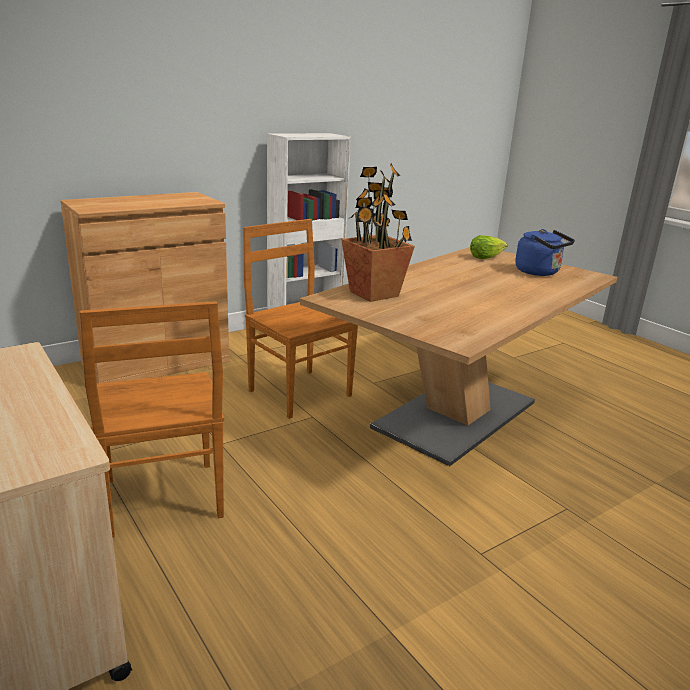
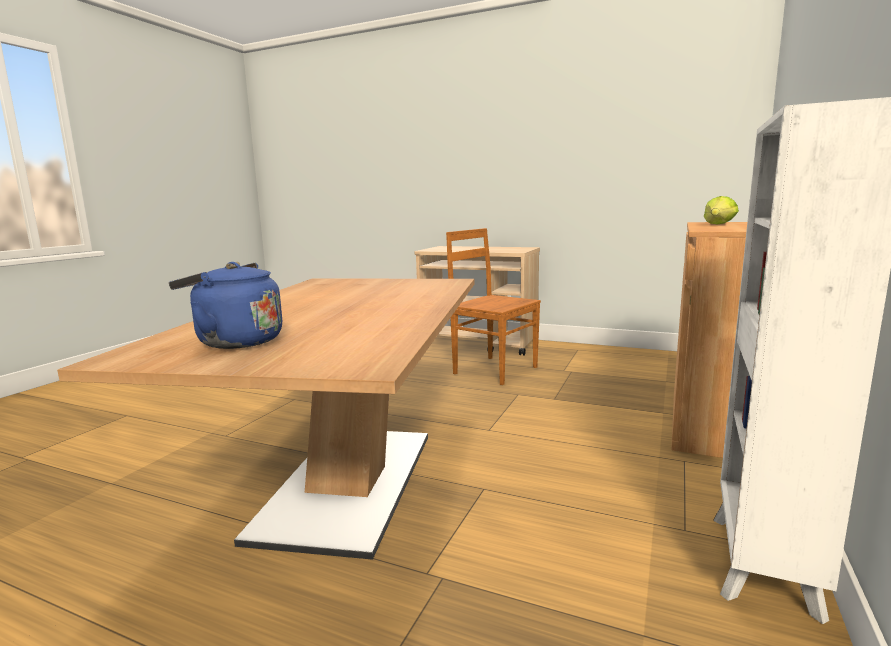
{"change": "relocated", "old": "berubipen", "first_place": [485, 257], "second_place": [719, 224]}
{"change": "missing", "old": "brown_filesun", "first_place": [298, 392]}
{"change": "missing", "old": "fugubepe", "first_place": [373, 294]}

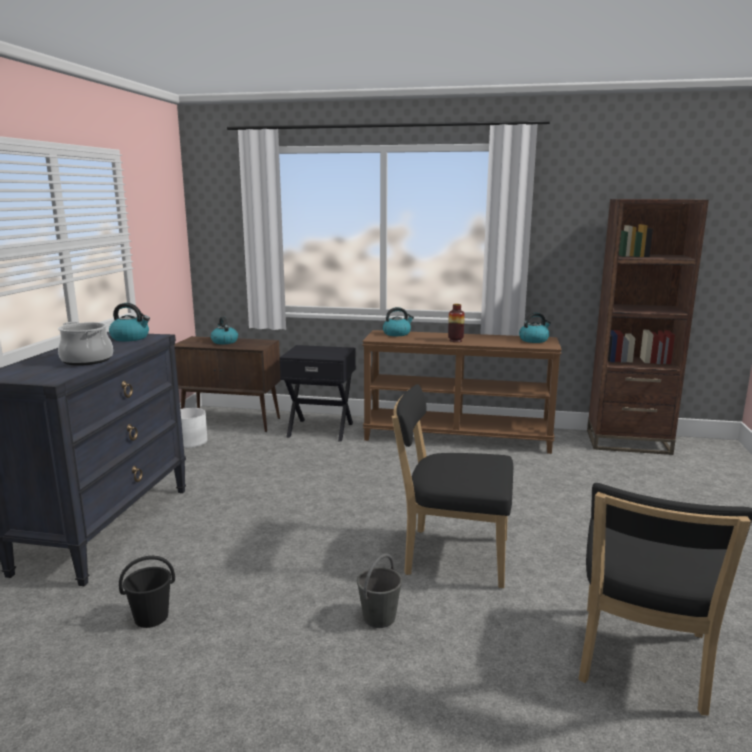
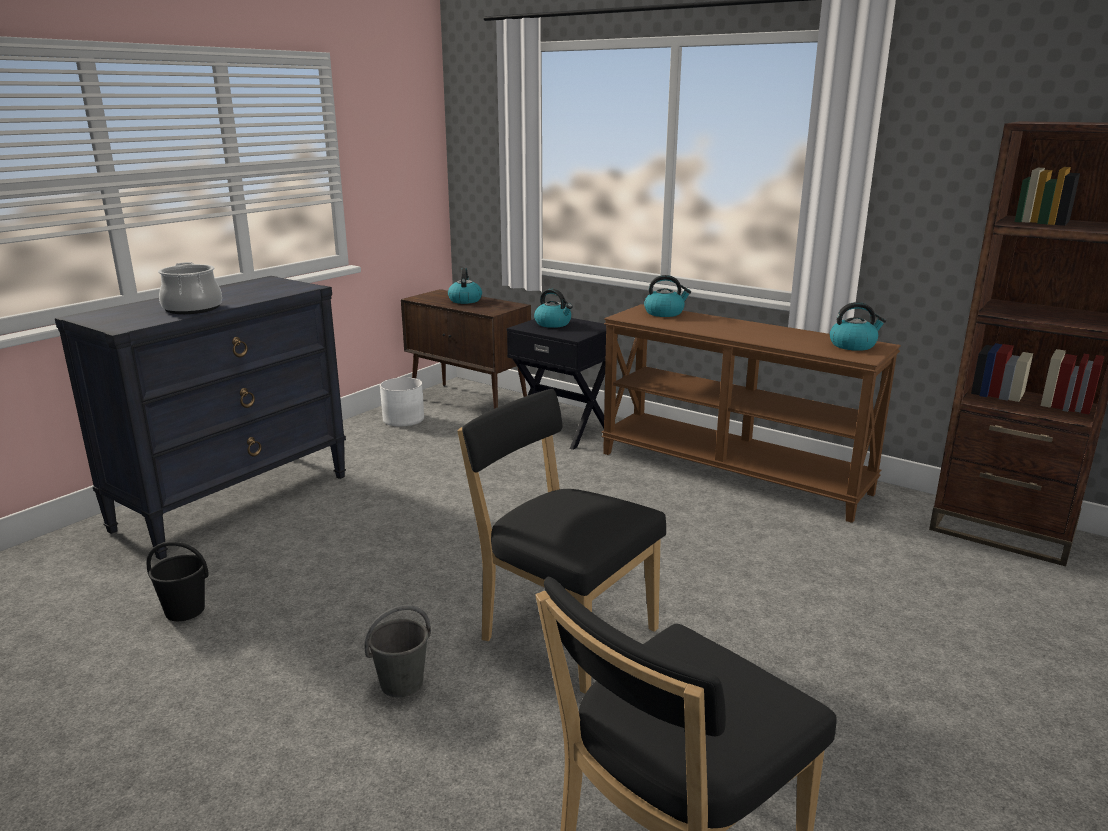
{"change": "relocated", "old": "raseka", "first_place": [131, 338], "second_place": [553, 324]}
{"change": "missing", "old": "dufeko", "first_place": [455, 340]}

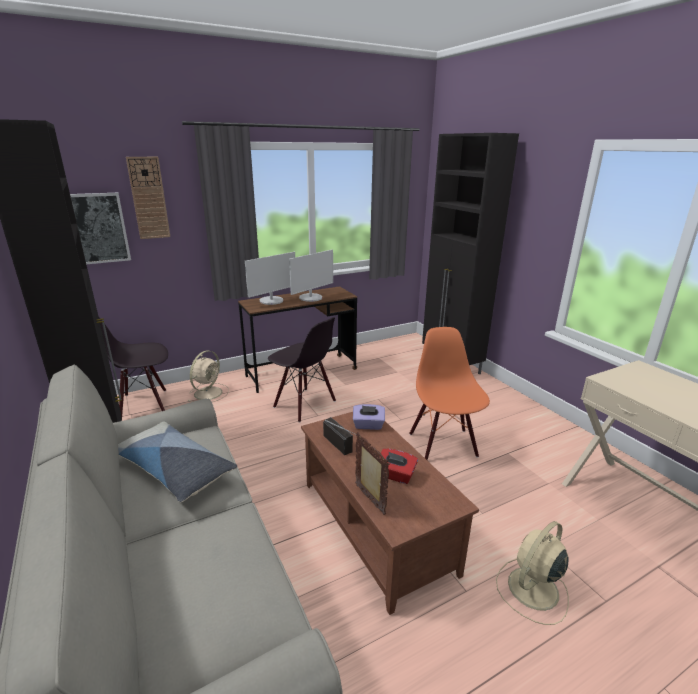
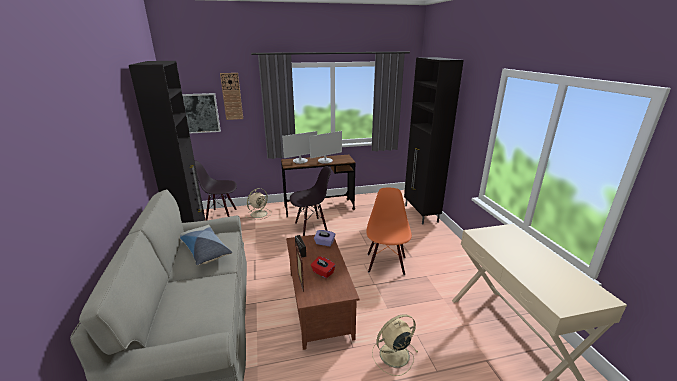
{"change": "spun", "old": "black_filesun", "first_place": [304, 404], "second_place": [311, 228], "degrees": -75}

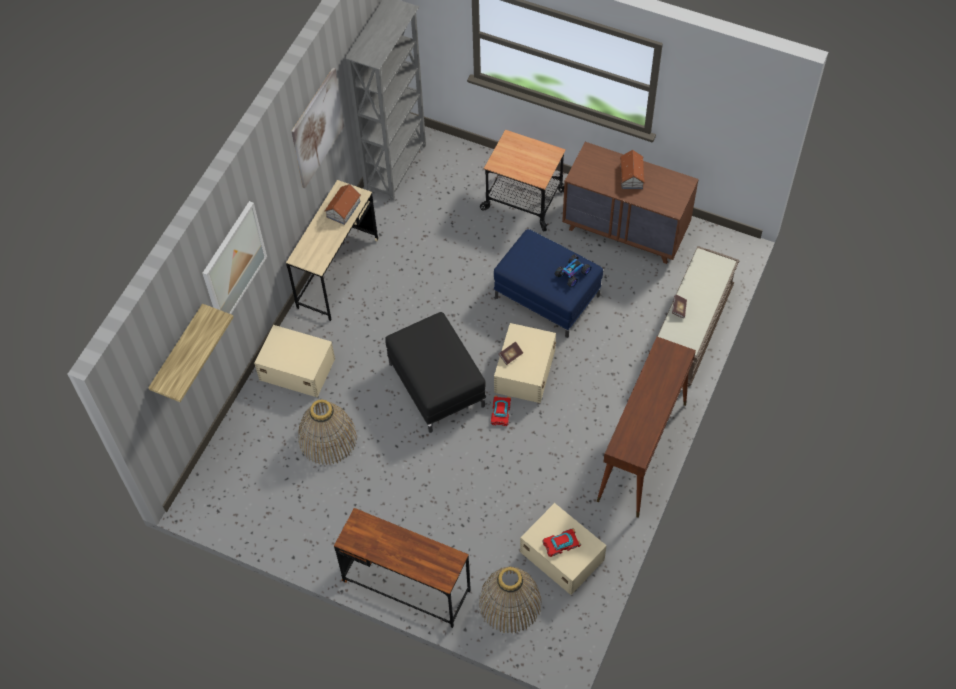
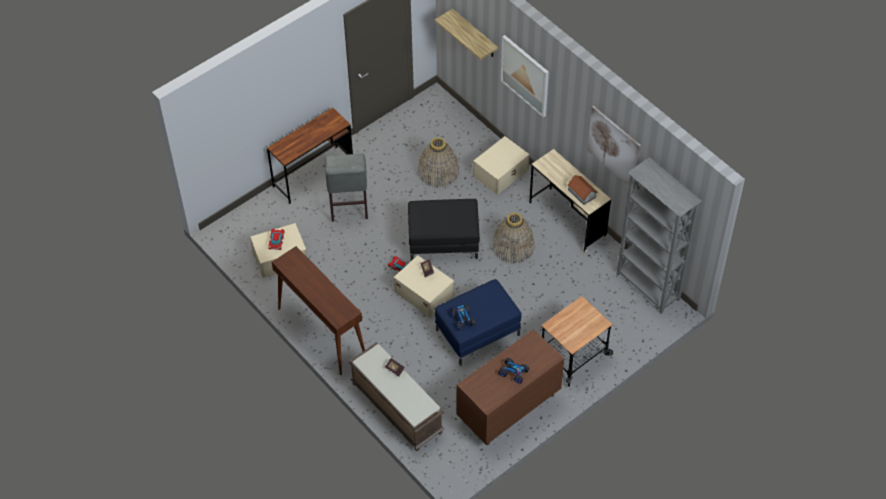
{"change": "appeared", "new": "grey_filesun", "second_place": [348, 206]}
{"change": "relocated", "old": "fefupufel", "first_place": [510, 603], "second_place": [513, 246]}
{"change": "exchanged", "old": "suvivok", "new": "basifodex", "first_place": [631, 176], "second_place": [513, 372]}

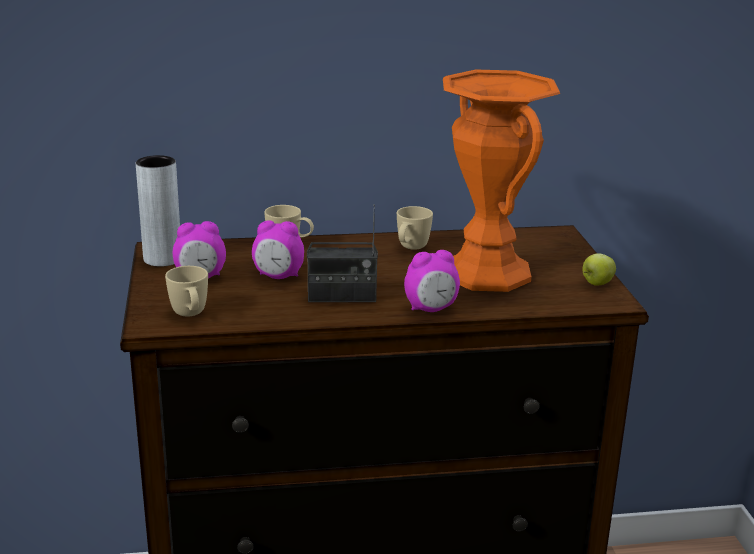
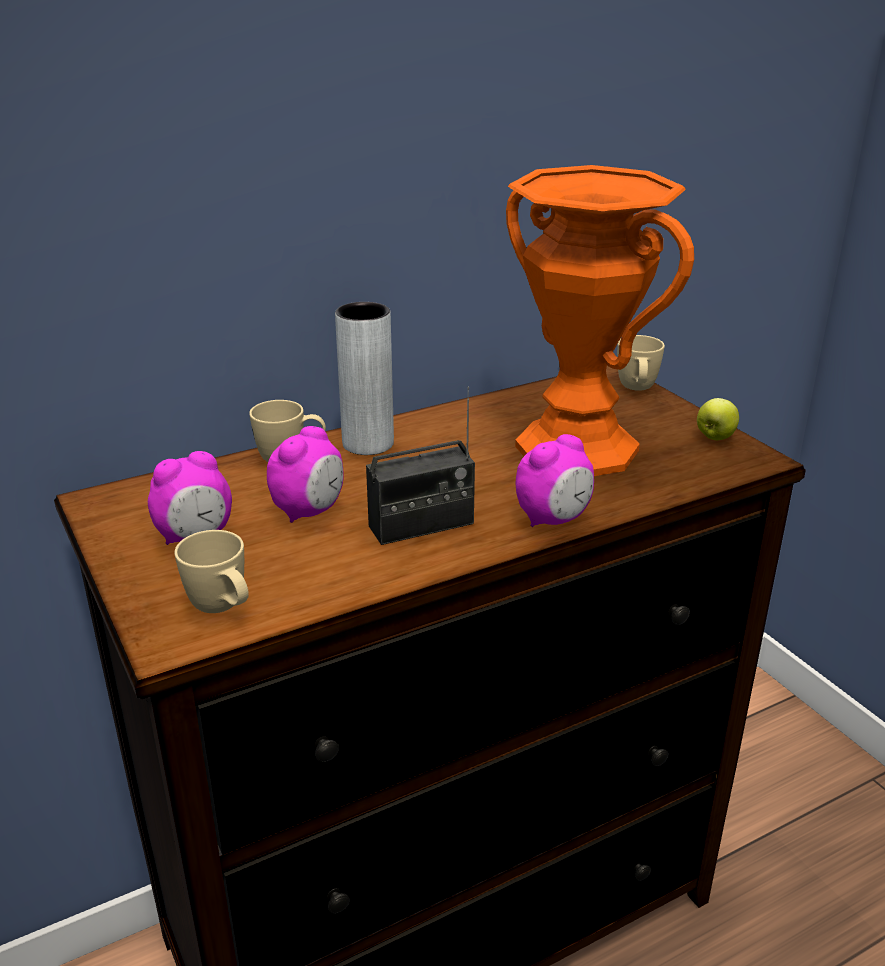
{"change": "spun", "old": "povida", "first_place": [278, 276], "second_place": [309, 511], "degrees": -45}
{"change": "relocated", "old": "grey_dufeko", "first_place": [162, 259], "second_place": [368, 443]}
{"change": "relocated", "old": "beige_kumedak", "first_place": [410, 249], "second_place": [637, 390]}

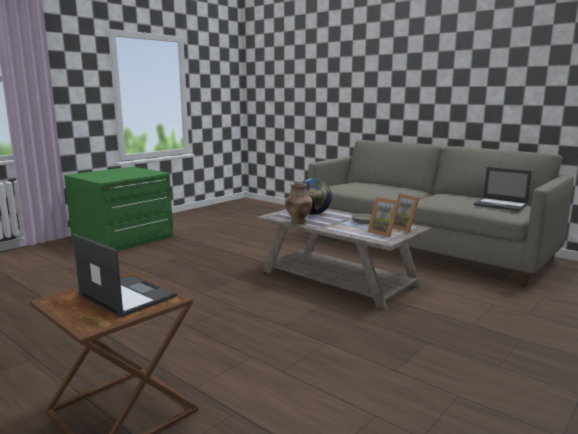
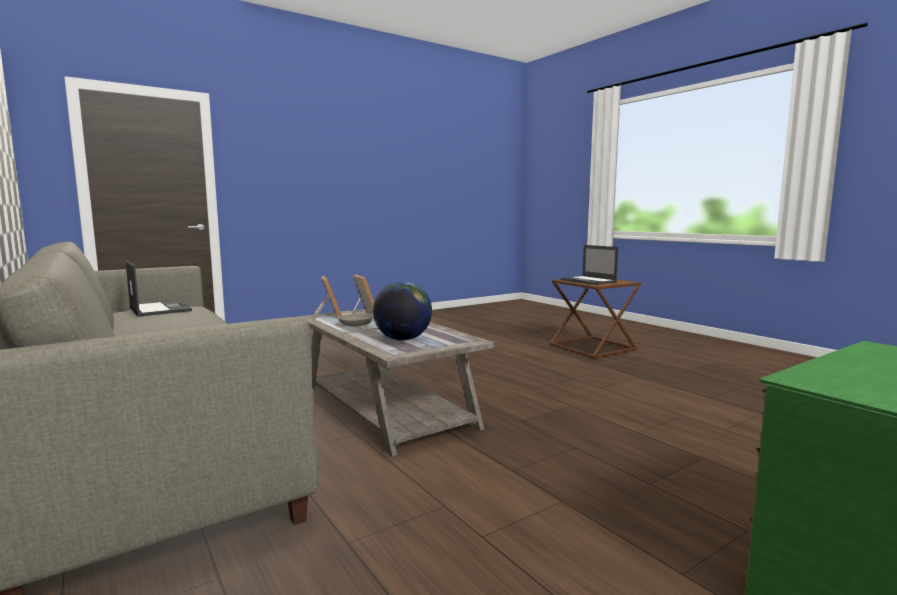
{"change": "missing", "old": "brown_dufeko", "first_place": [298, 222]}

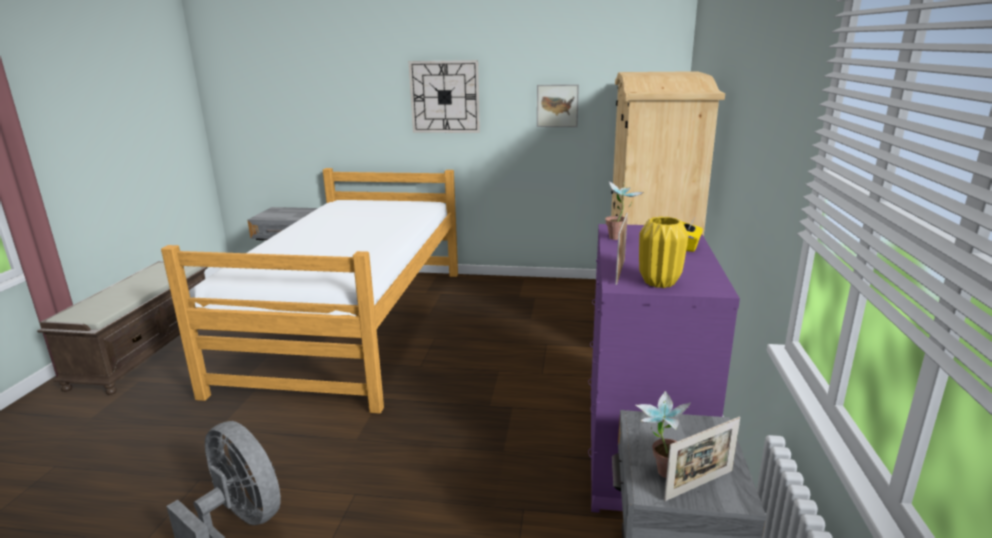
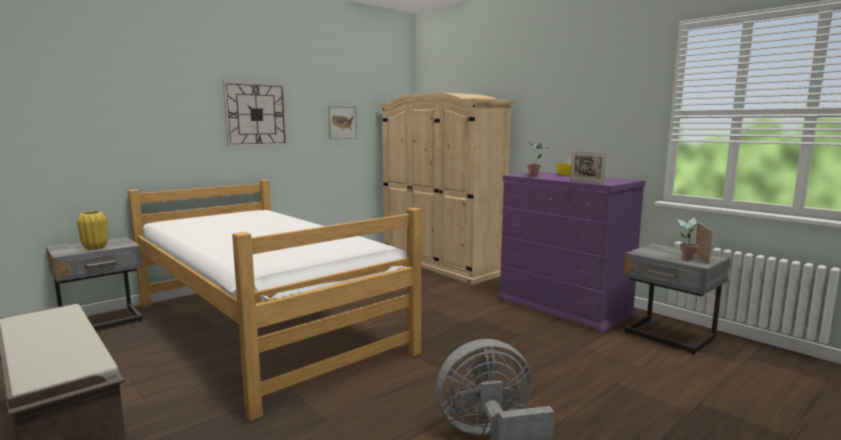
{"change": "relocated", "old": "yellow_dufeko", "first_place": [660, 282], "second_place": [95, 248]}

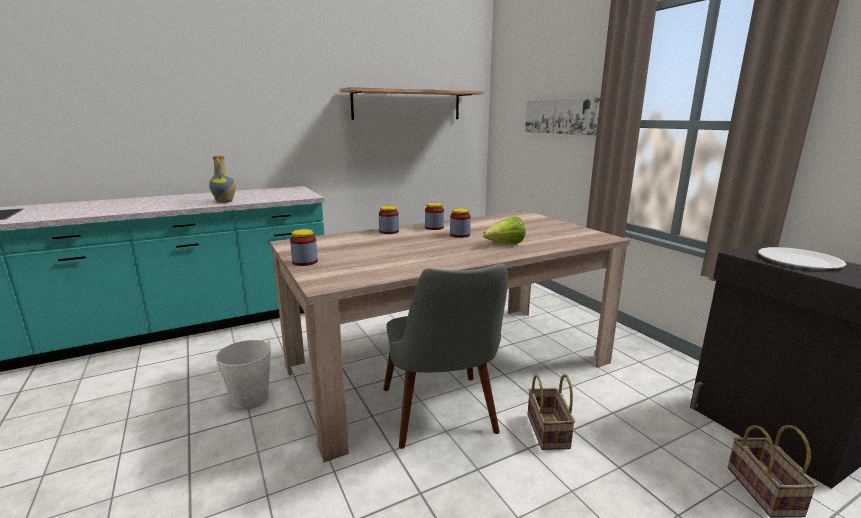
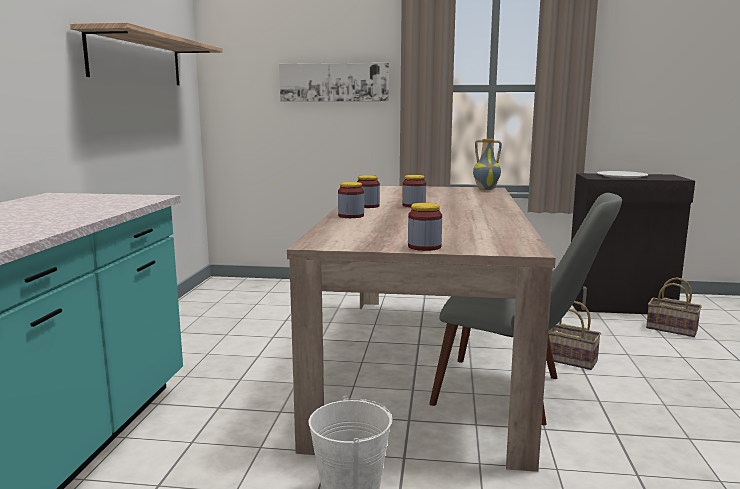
{"change": "relocated", "old": "dufeko", "first_place": [225, 202], "second_place": [486, 189]}
{"change": "missing", "old": "berubipen", "first_place": [505, 244]}

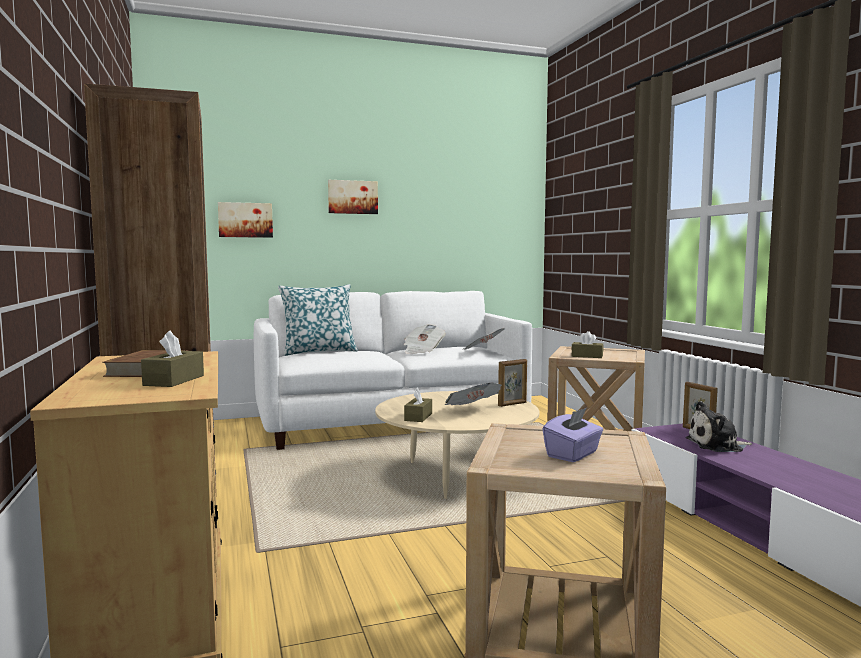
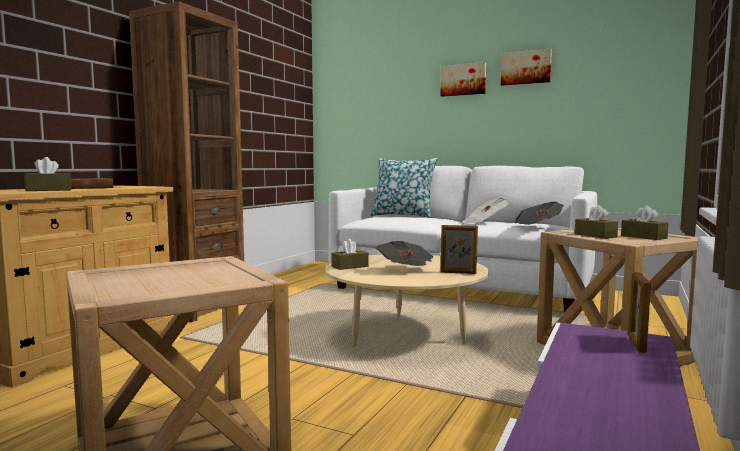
{"change": "relocated", "old": "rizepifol", "first_place": [245, 220], "second_place": [526, 67]}
{"change": "appeared", "new": "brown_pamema", "second_place": [643, 237]}
{"change": "missing", "old": "purple_pamema", "first_place": [573, 454]}
{"change": "missing", "old": "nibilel", "first_place": [717, 445]}

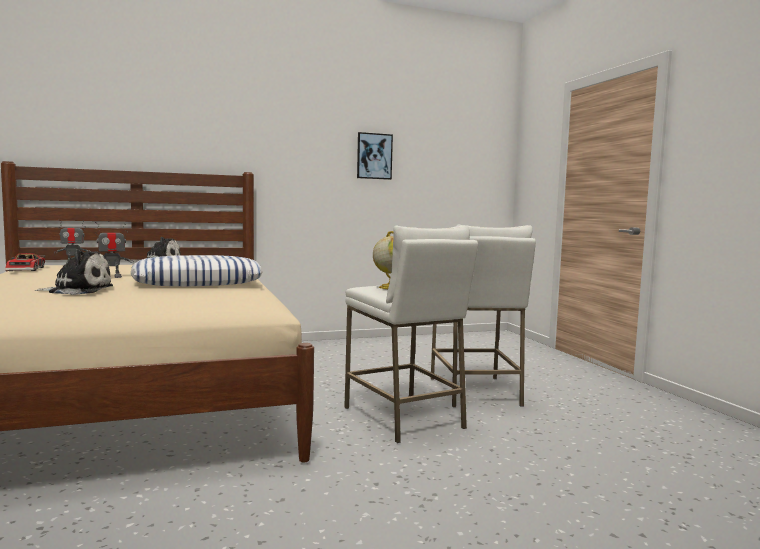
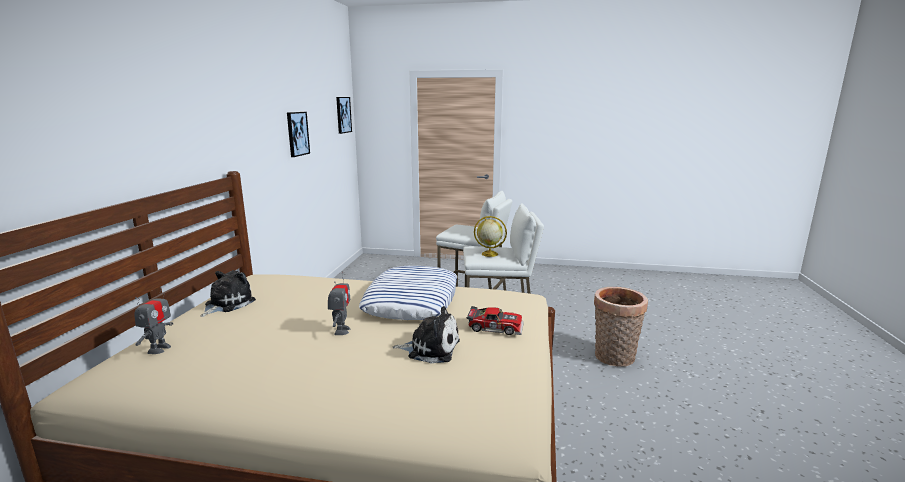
{"change": "appeared", "new": "rizepifol", "second_place": [343, 115]}
{"change": "spun", "old": "nibilel", "first_place": [78, 290], "second_place": [430, 349], "degrees": 75}
{"change": "relocated", "old": "basifodex", "first_place": [28, 269], "second_place": [495, 326]}
{"change": "appeared", "new": "fefupufel", "second_place": [614, 358]}

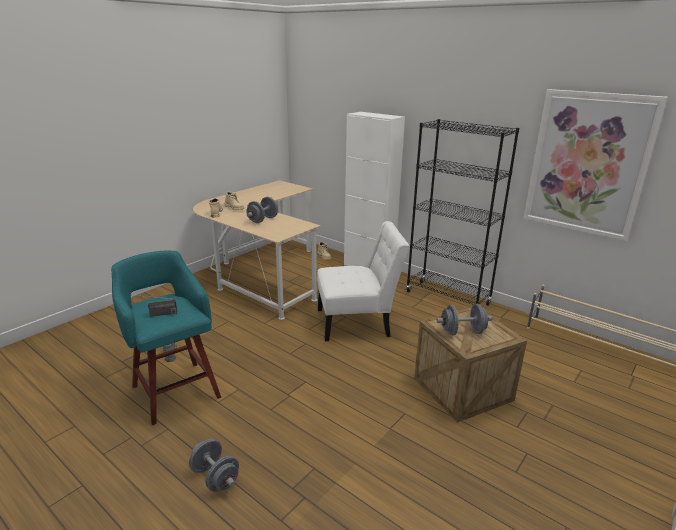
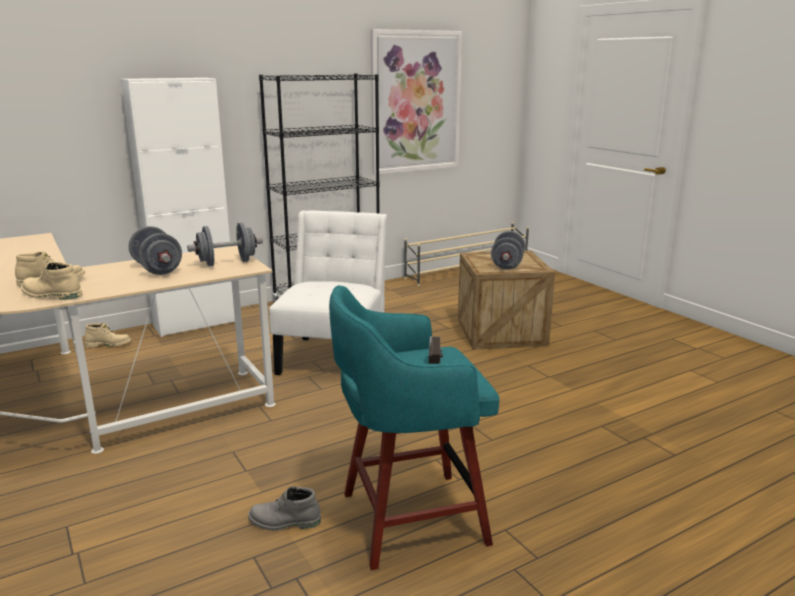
{"change": "relocated", "old": "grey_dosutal", "first_place": [215, 477], "second_place": [227, 263]}

